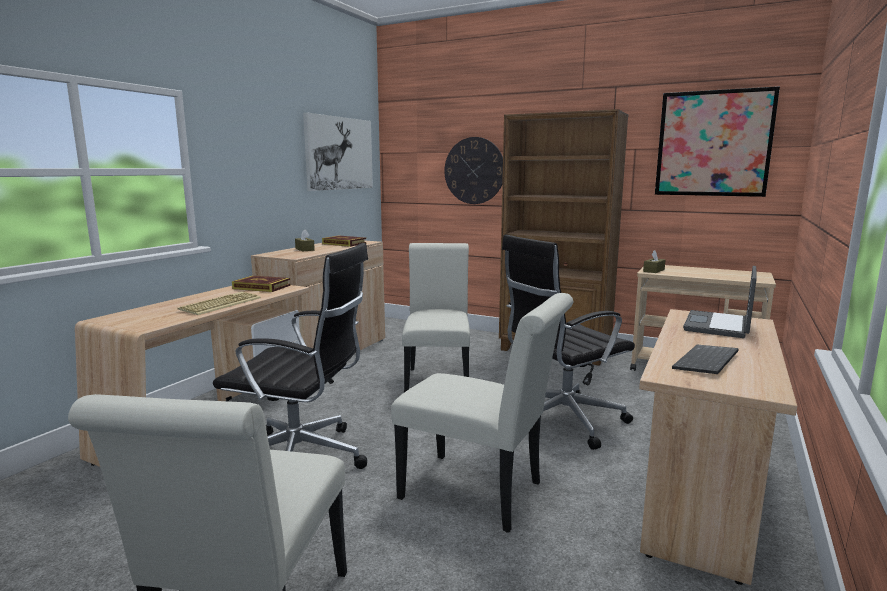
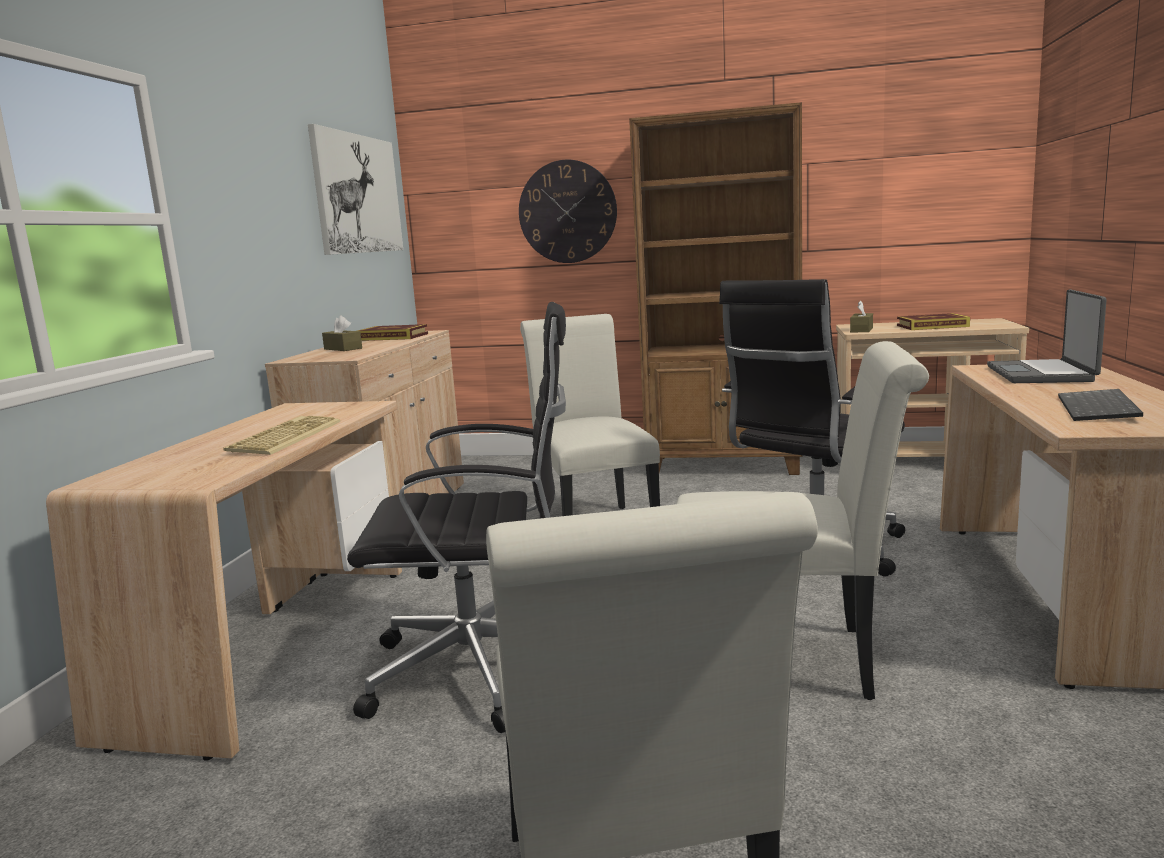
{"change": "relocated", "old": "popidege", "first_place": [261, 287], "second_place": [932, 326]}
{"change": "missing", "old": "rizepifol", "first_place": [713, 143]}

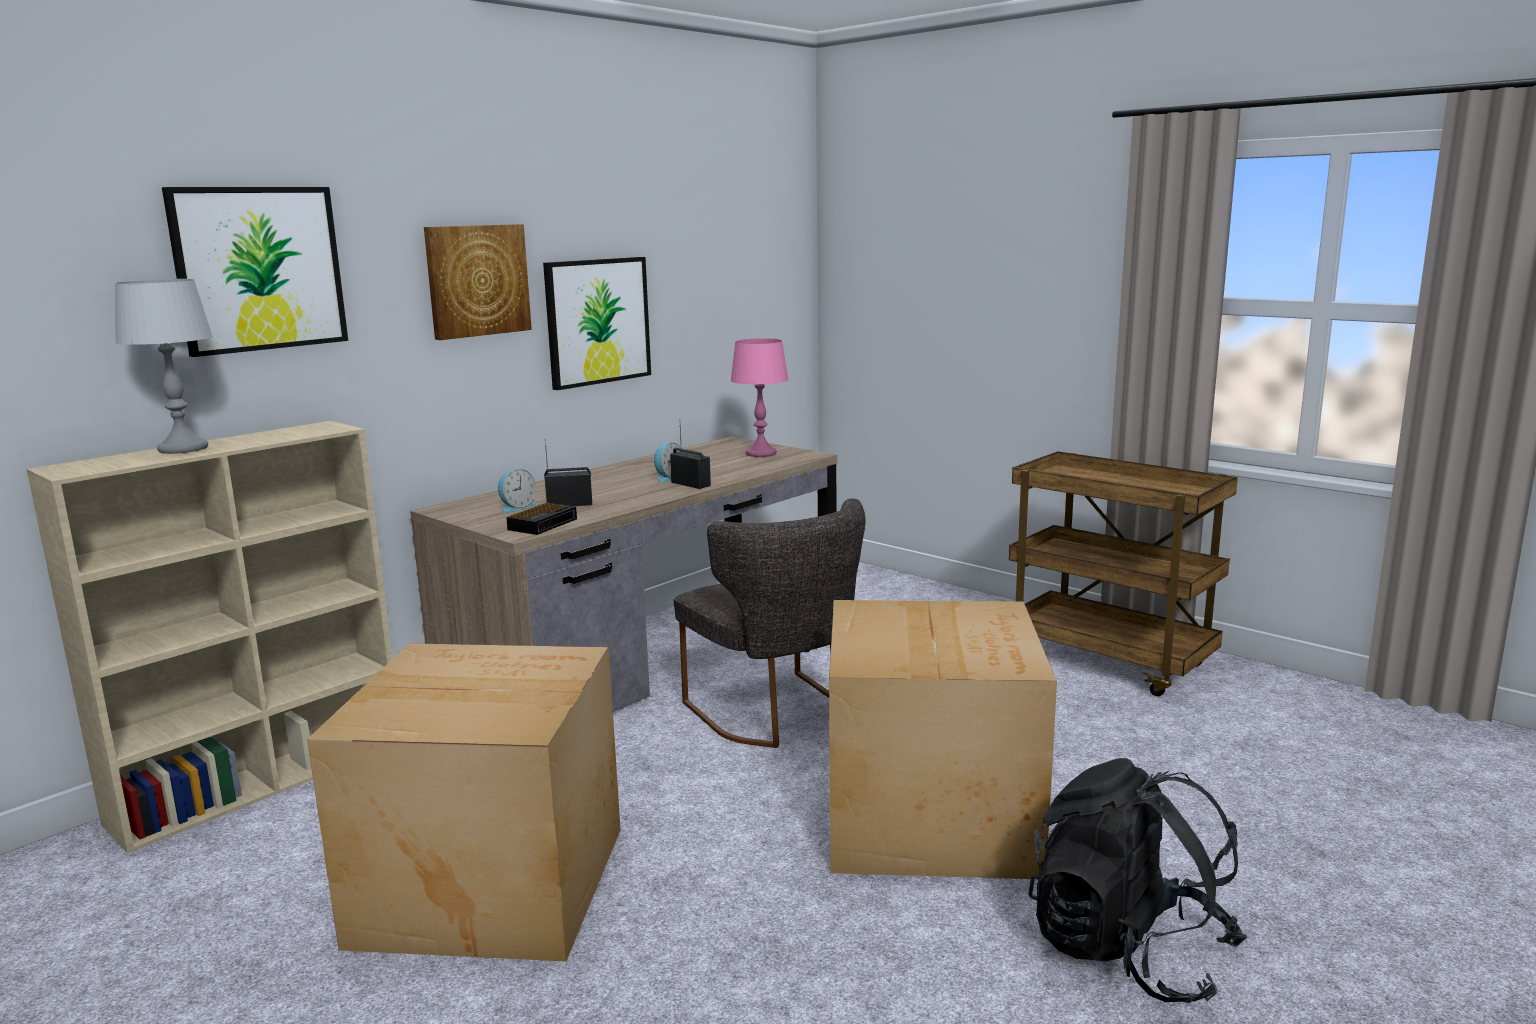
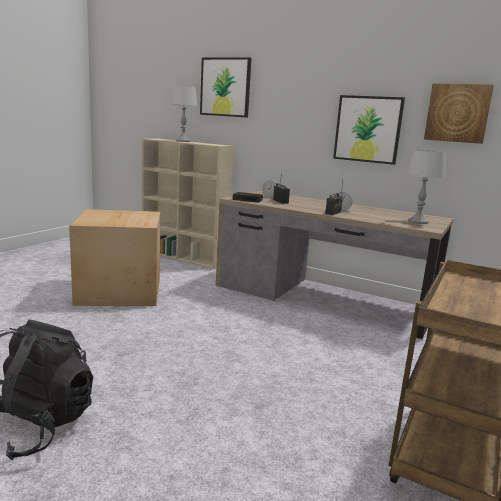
{"change": "colour", "old": "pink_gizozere", "new": "grey_gizozere", "first_place": [761, 453], "second_place": [418, 222]}
{"change": "relocated", "old": "rizepifol", "first_place": [477, 280], "second_place": [457, 113]}
{"change": "missing", "old": "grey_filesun", "first_place": [777, 715]}
{"change": "missing", "old": "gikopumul", "first_place": [933, 816]}

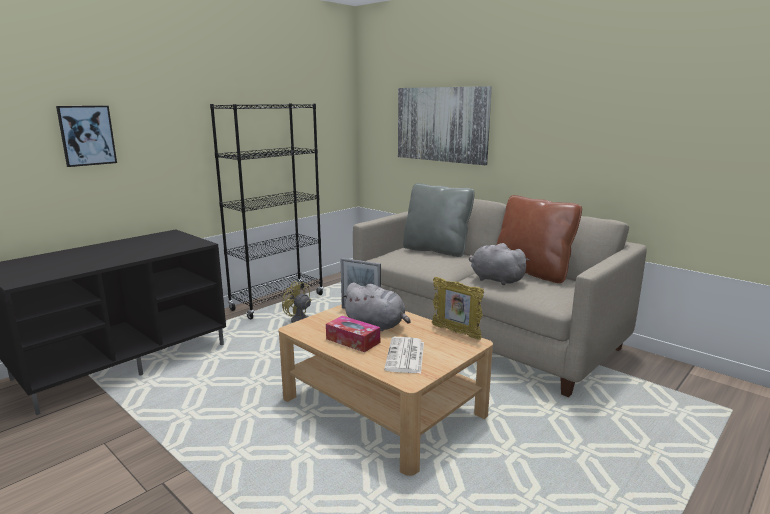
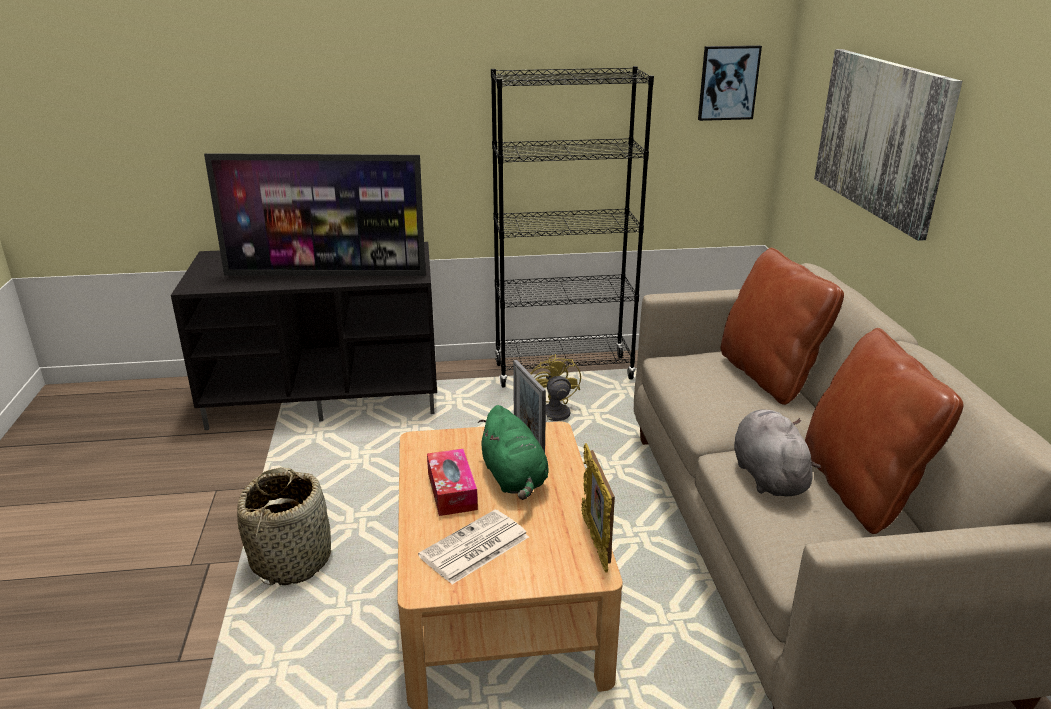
{"change": "appeared", "new": "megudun", "second_place": [326, 275]}
{"change": "appeared", "new": "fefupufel", "second_place": [292, 559]}
{"change": "colour", "old": "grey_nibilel", "new": "green_nibilel", "first_place": [377, 325], "second_place": [514, 479]}
{"change": "relocated", "old": "rizepifol", "first_place": [87, 135], "second_place": [728, 83]}
{"change": "colour", "old": "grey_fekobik", "new": "brown_fekobik", "first_place": [436, 250], "second_place": [768, 376]}

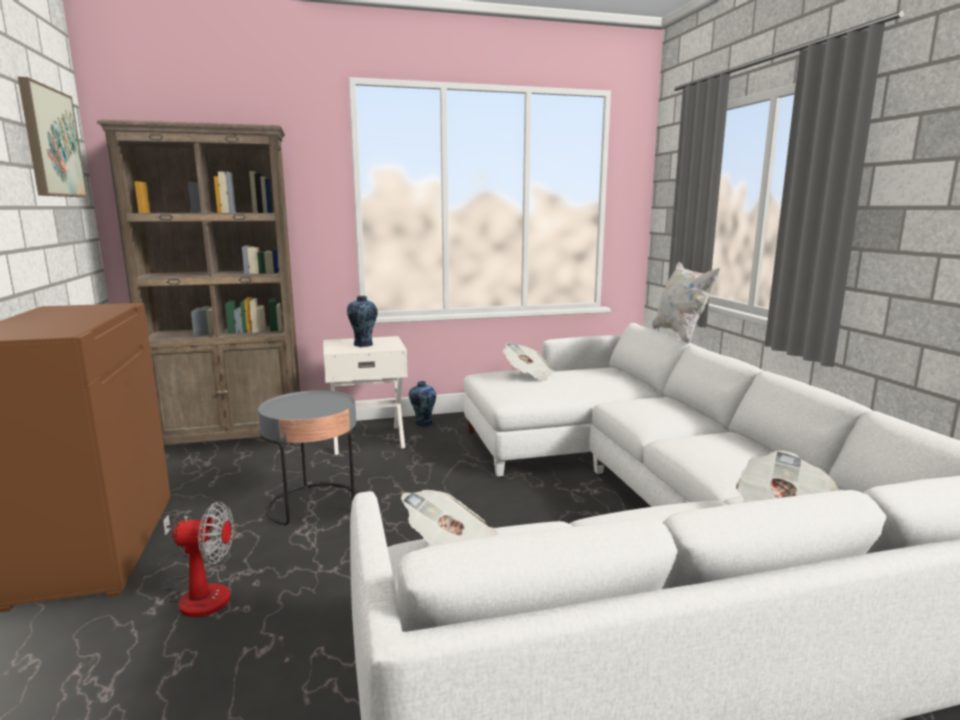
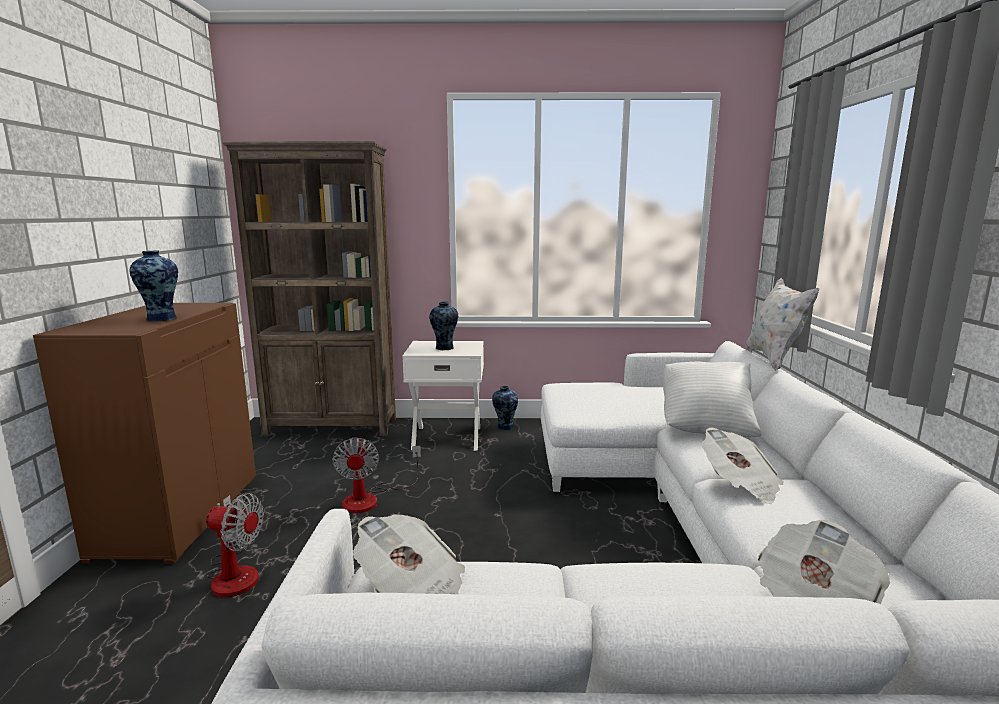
{"change": "appeared", "new": "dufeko", "second_place": [161, 319]}
{"change": "exchanged", "old": "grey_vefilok", "new": "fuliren", "first_place": [315, 504], "second_place": [371, 499]}
{"change": "appeared", "new": "white_fekobik", "second_place": [705, 426]}
{"change": "relocated", "old": "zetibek", "first_place": [528, 375], "second_place": [740, 484]}
{"change": "missing", "old": "rizepifol", "first_place": [51, 143]}

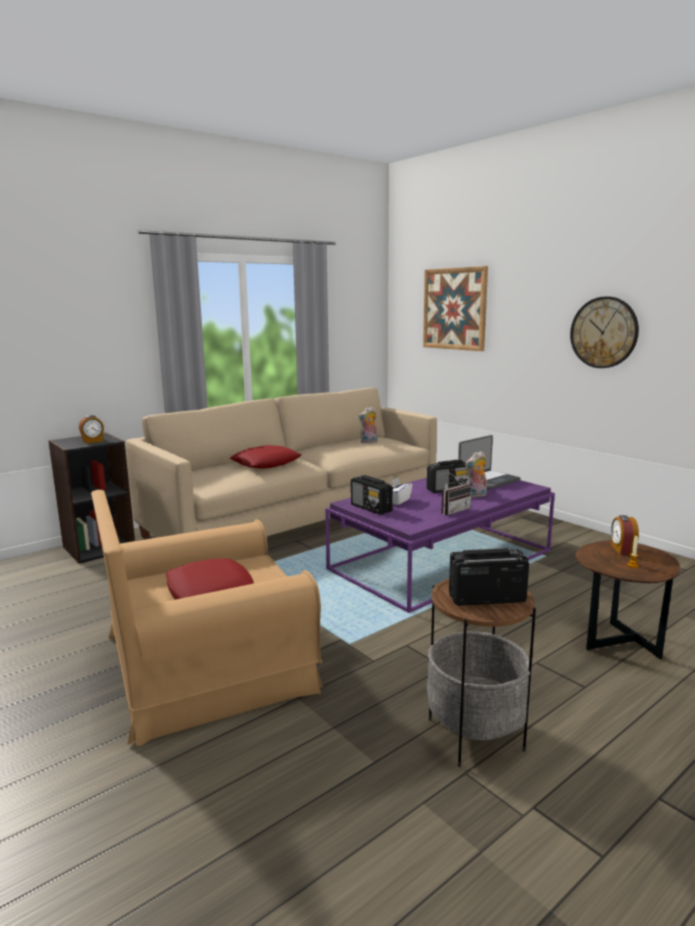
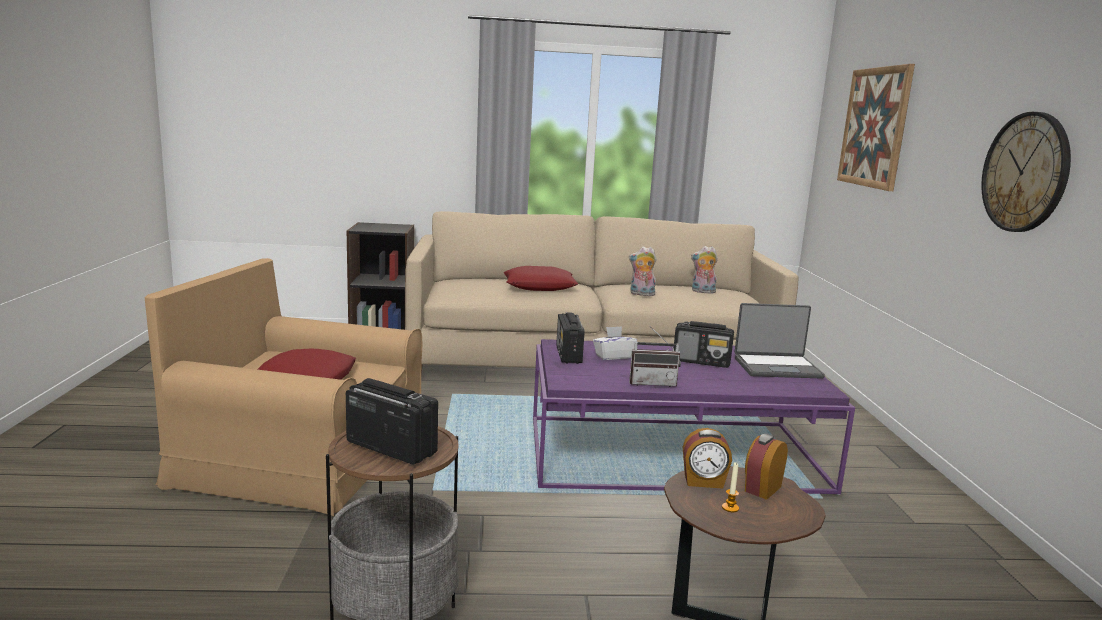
{"change": "relocated", "old": "nibilel", "first_place": [476, 496], "second_place": [641, 294]}
{"change": "relocated", "old": "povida", "first_place": [93, 441], "second_place": [703, 482]}

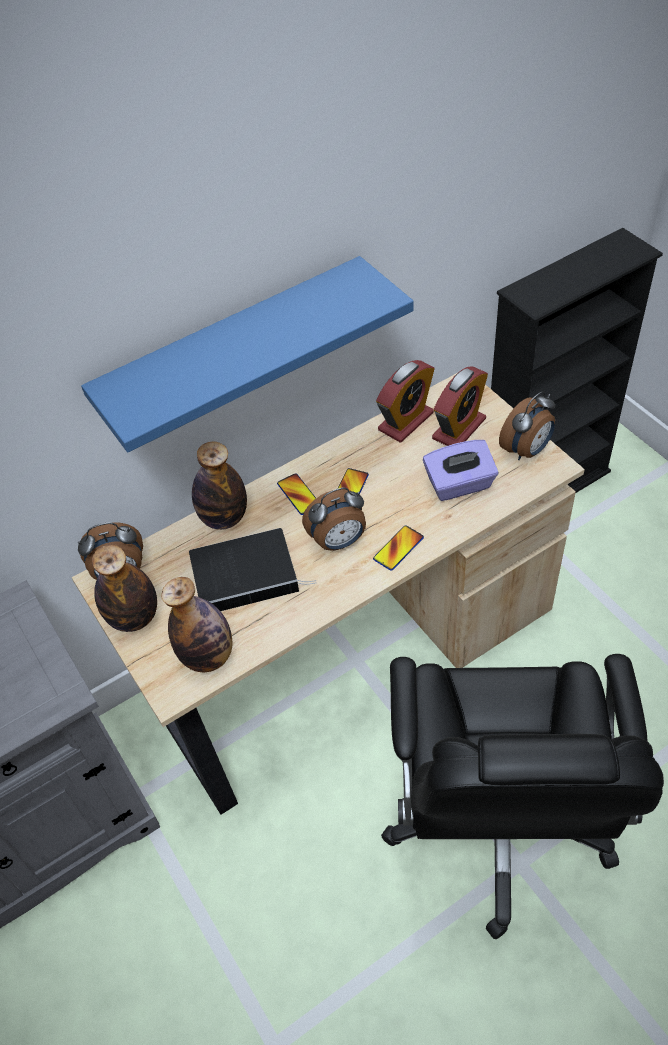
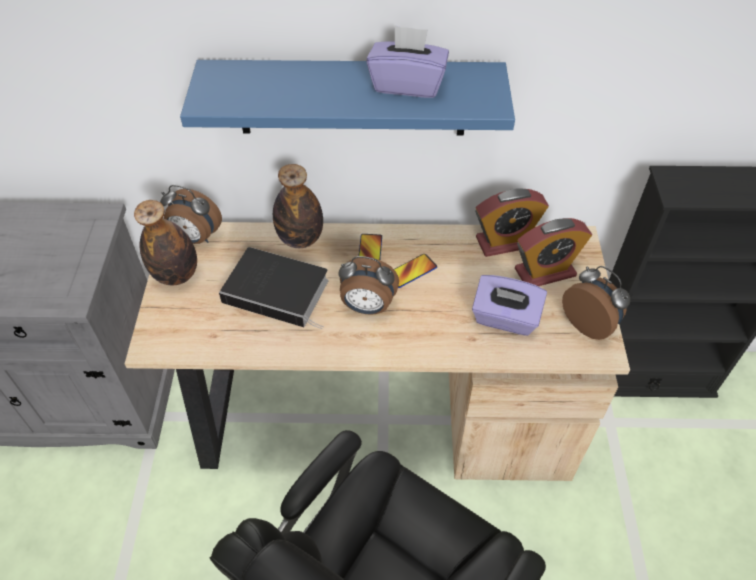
{"change": "appeared", "new": "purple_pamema", "second_place": [407, 84]}
{"change": "spun", "old": "povida", "first_place": [526, 450], "second_place": [589, 323], "degrees": -120}
{"change": "missing", "old": "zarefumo", "first_place": [208, 656]}
{"change": "missing", "old": "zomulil", "first_place": [398, 548]}

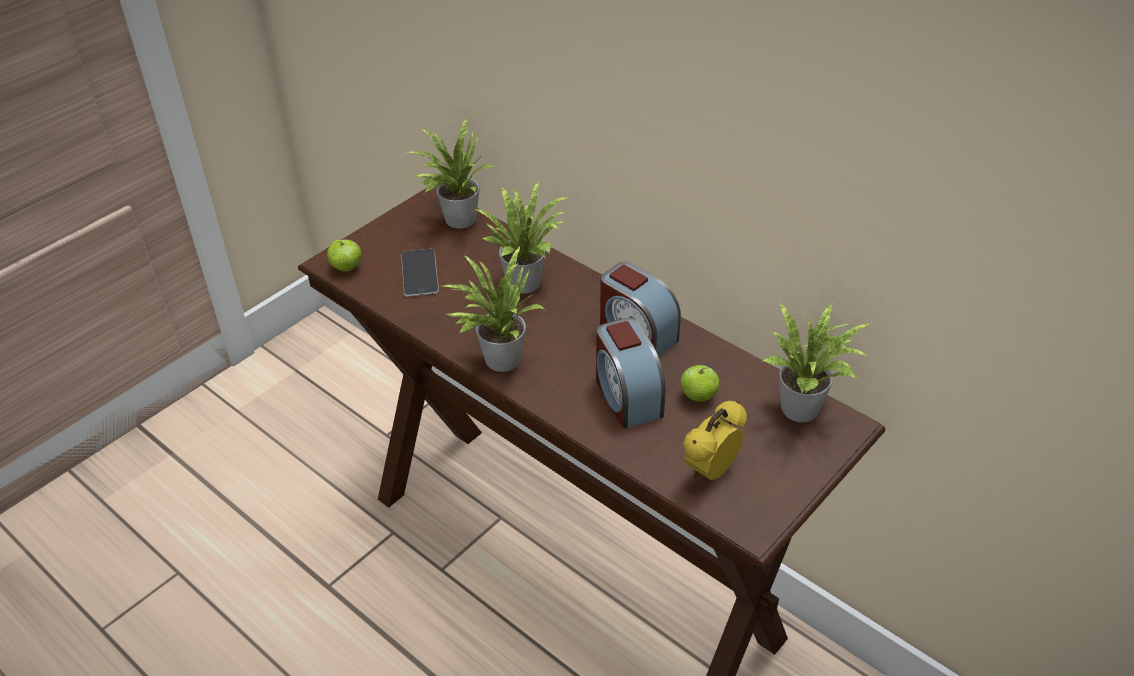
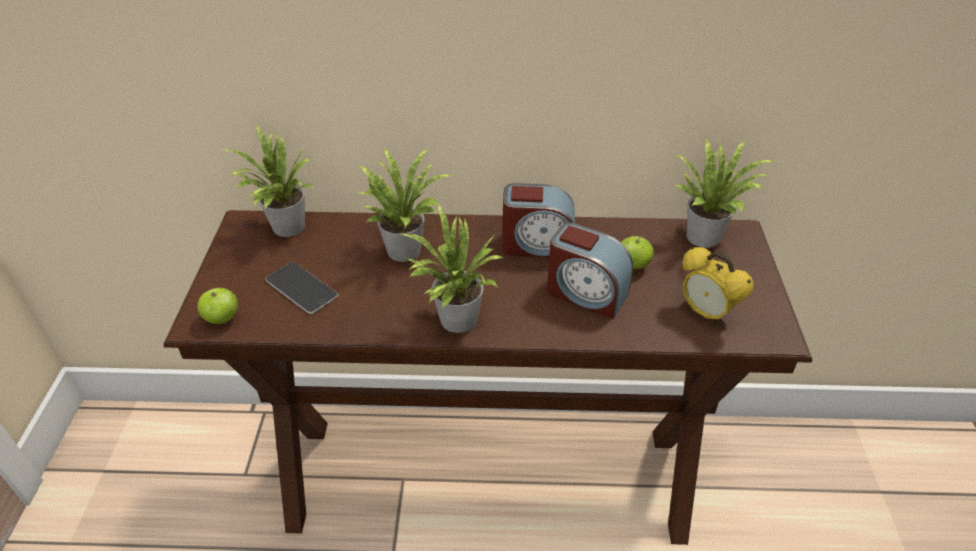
{"change": "spun", "old": "povida", "first_place": [710, 471], "second_place": [705, 313], "degrees": -45}

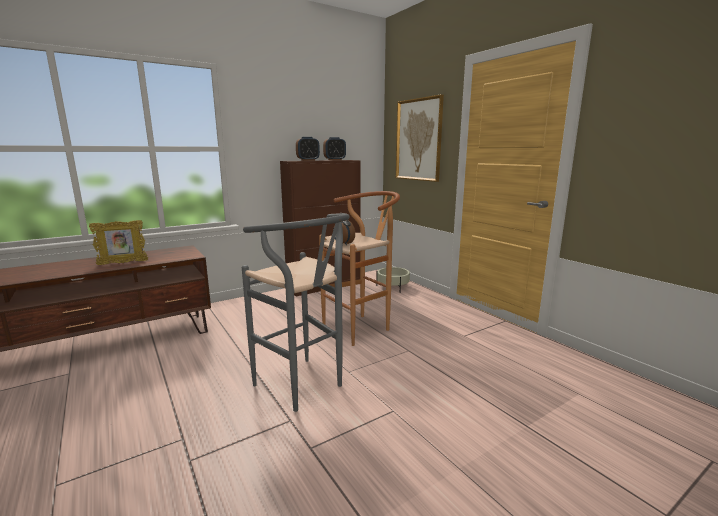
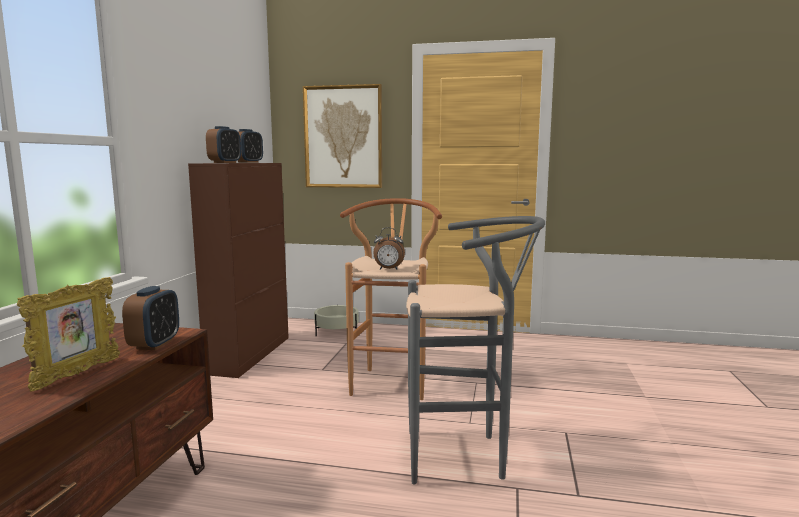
{"change": "appeared", "new": "povida", "second_place": [155, 344]}

